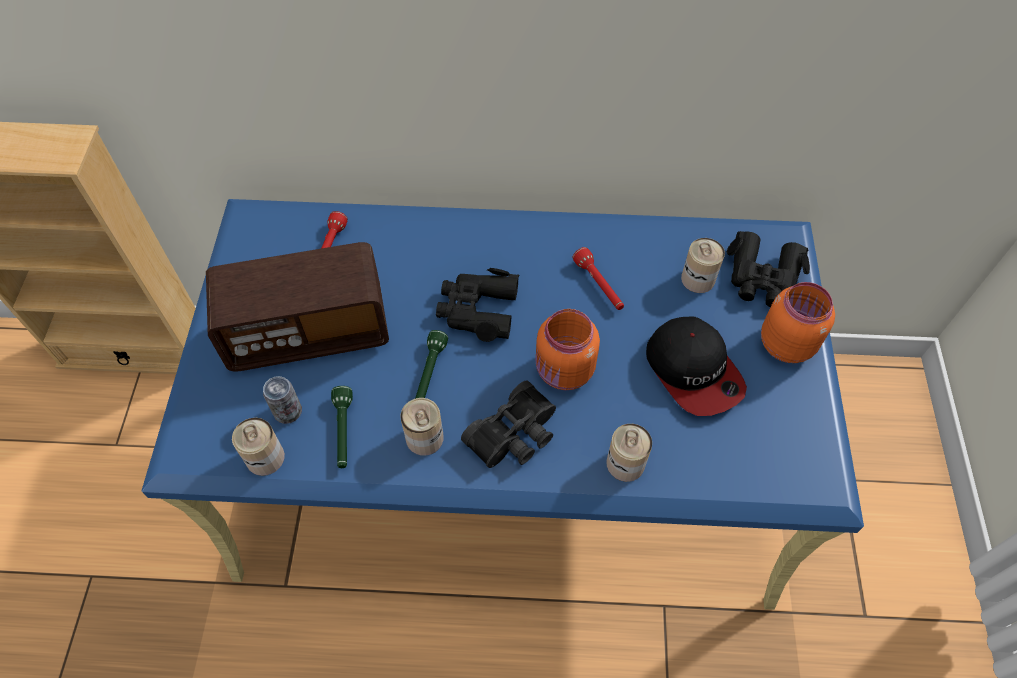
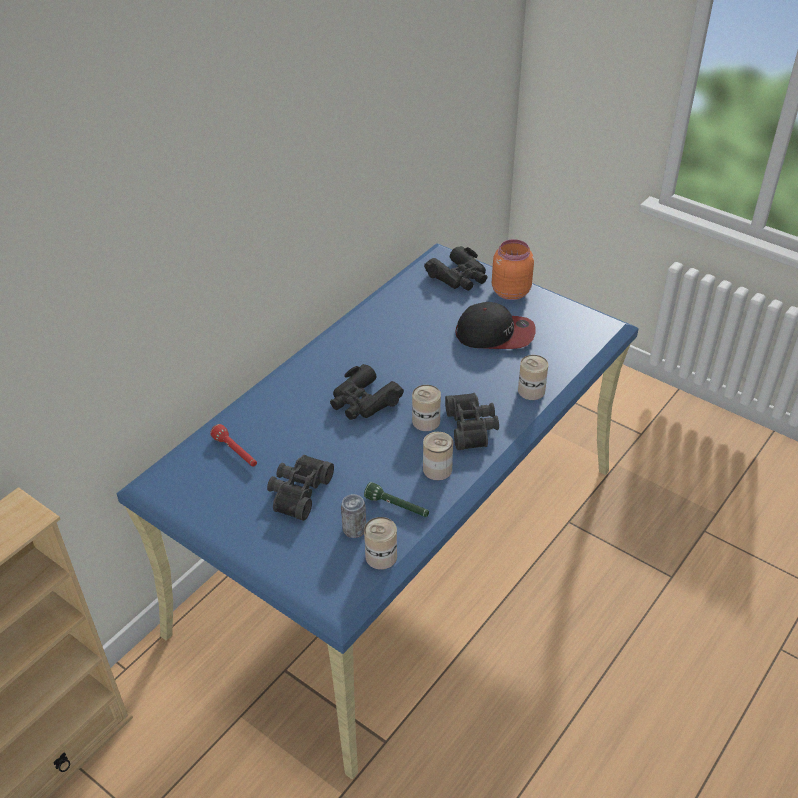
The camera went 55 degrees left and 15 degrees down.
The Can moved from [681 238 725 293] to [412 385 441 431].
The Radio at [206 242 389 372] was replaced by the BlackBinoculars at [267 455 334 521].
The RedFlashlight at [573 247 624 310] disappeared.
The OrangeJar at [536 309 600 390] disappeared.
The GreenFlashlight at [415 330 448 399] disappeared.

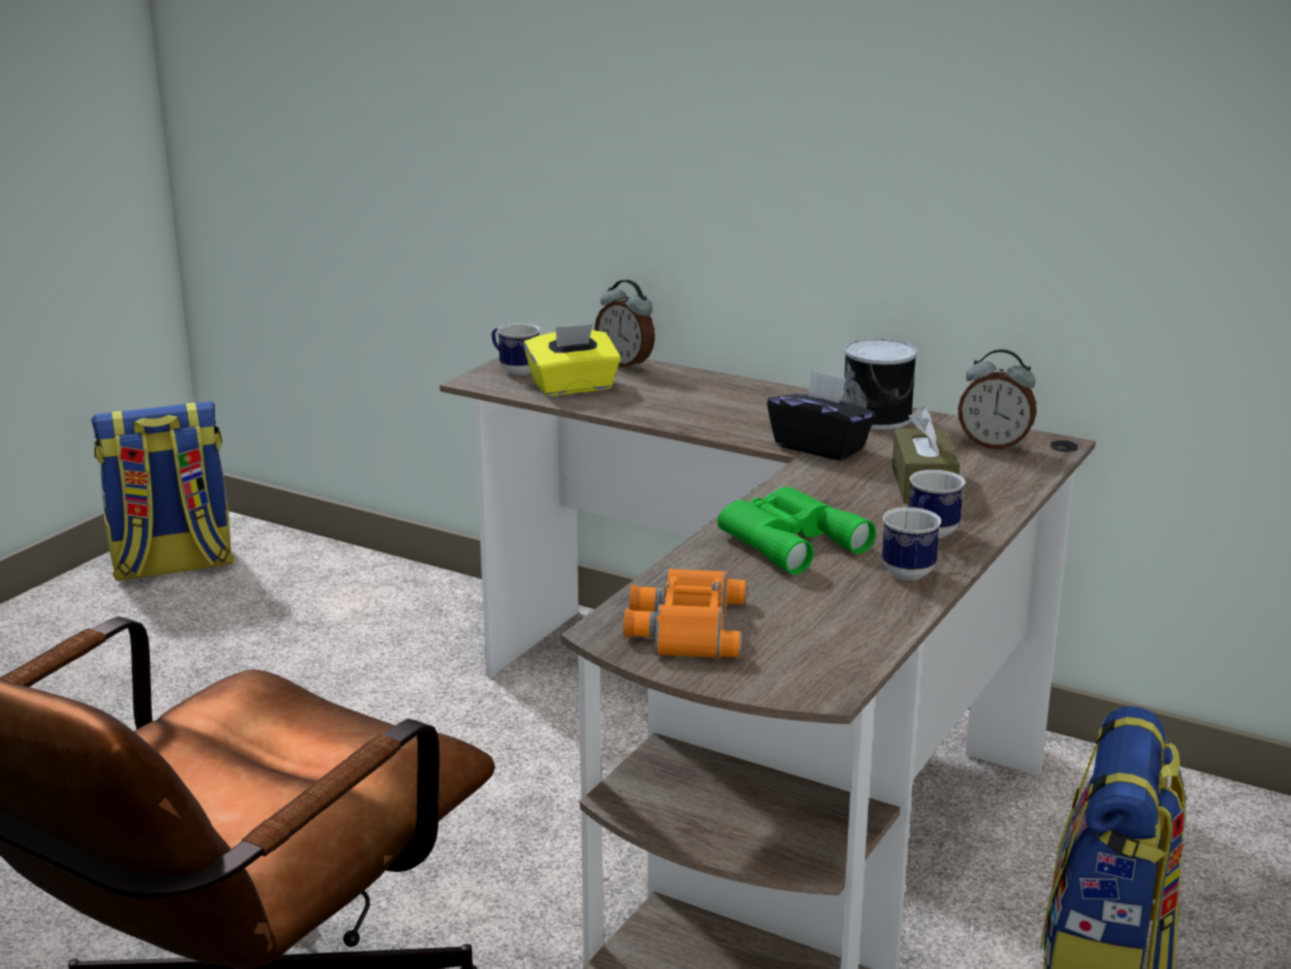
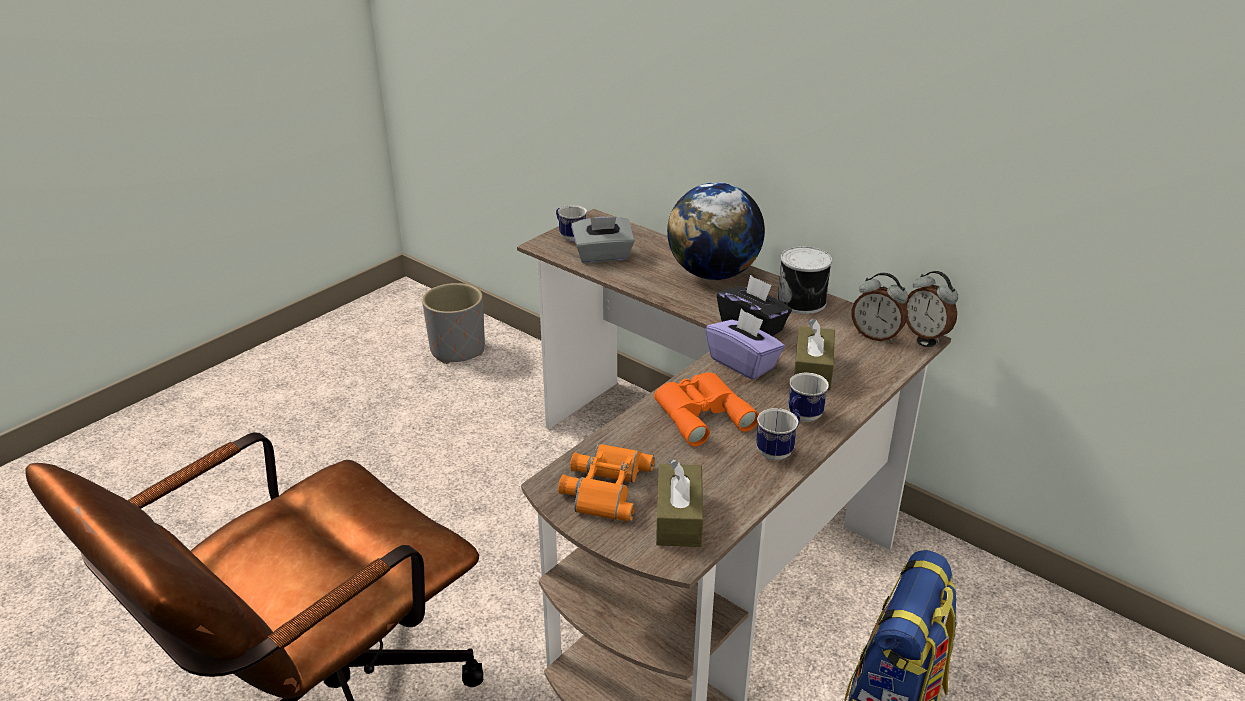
The camera went 10 degrees right and 10 degrees up.
The AlarmClock moved from [594 280 655 370] to [906 271 958 343].
The YellowTissueBox at [524 324 621 396] became the GreyTissueBox at [571 217 635 263].
The Backpack at [91 401 234 581] disappeared.
The GreenBinoculars at [718 487 876 575] became the OrangeBinoculars at [654 372 759 447].
The Globe at [667 182 765 280] appeared.
The GreyPlanter at [422 283 485 364] appeared.
The PurpleTissueBox at [705 309 785 380] appeared.
The BrownTissueBox at [656 459 703 547] appeared.

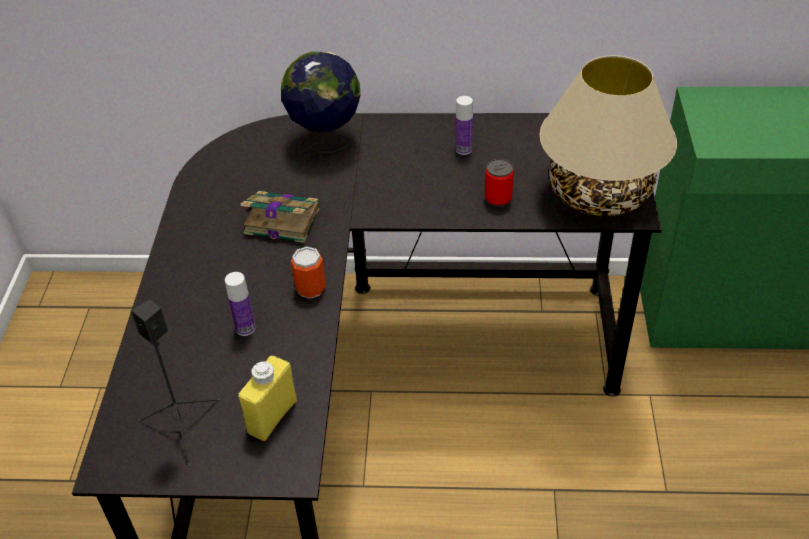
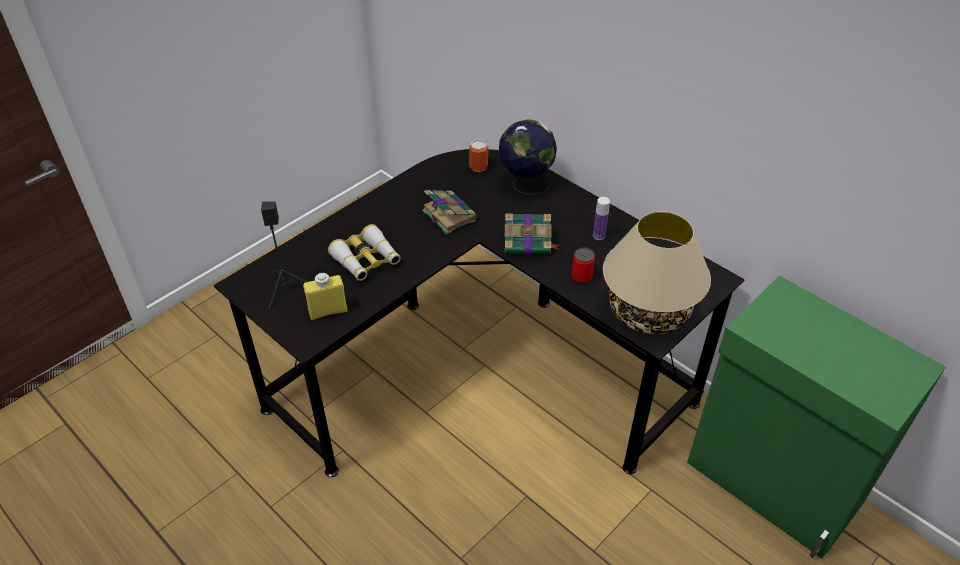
The camera went 40 degrees right and 0 degrees up.
The Can moved from [291 247 326 299] to [469 139 488 172].
The Bottle at [225 272 256 336] was replaced by the Binoculars at [328 224 401 281].
The Book at [505 213 559 255] appeared.

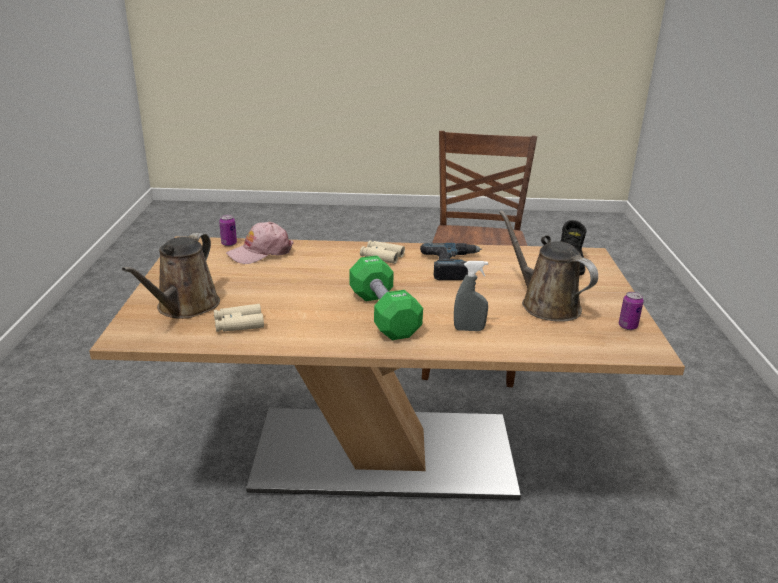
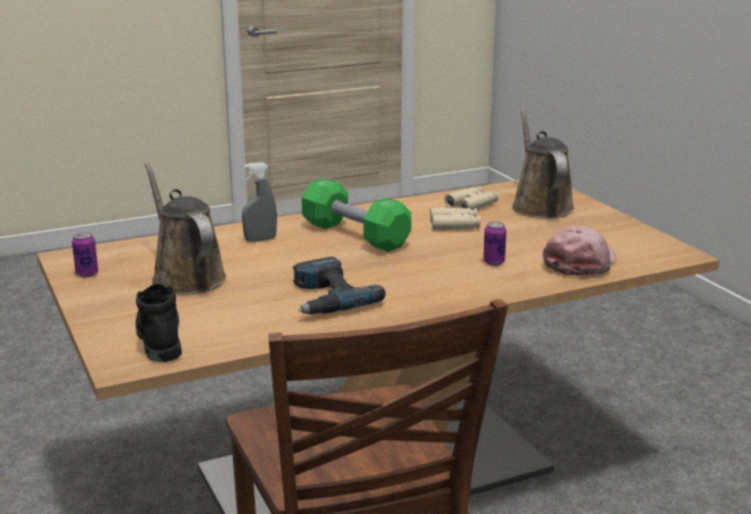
The camera went 155 degrees right and 5 degrees down.
The BrownWateringCan at [499 210 598 322] turned 150 degrees counterclockwise.
The Can moved from [219 215 237 246] to [483 222 506 266].
The BeigeBinoculars moved from [360 241 405 264] to [430 208 480 230].

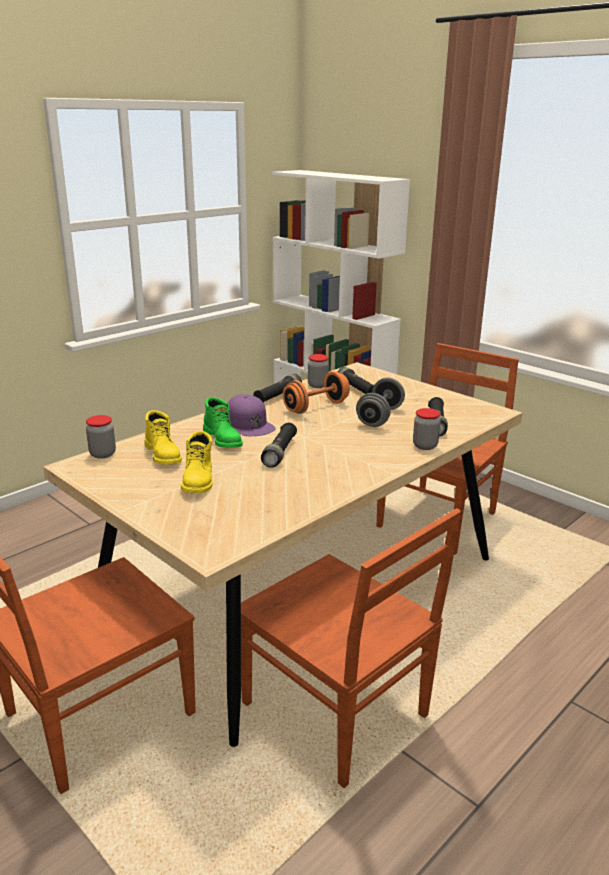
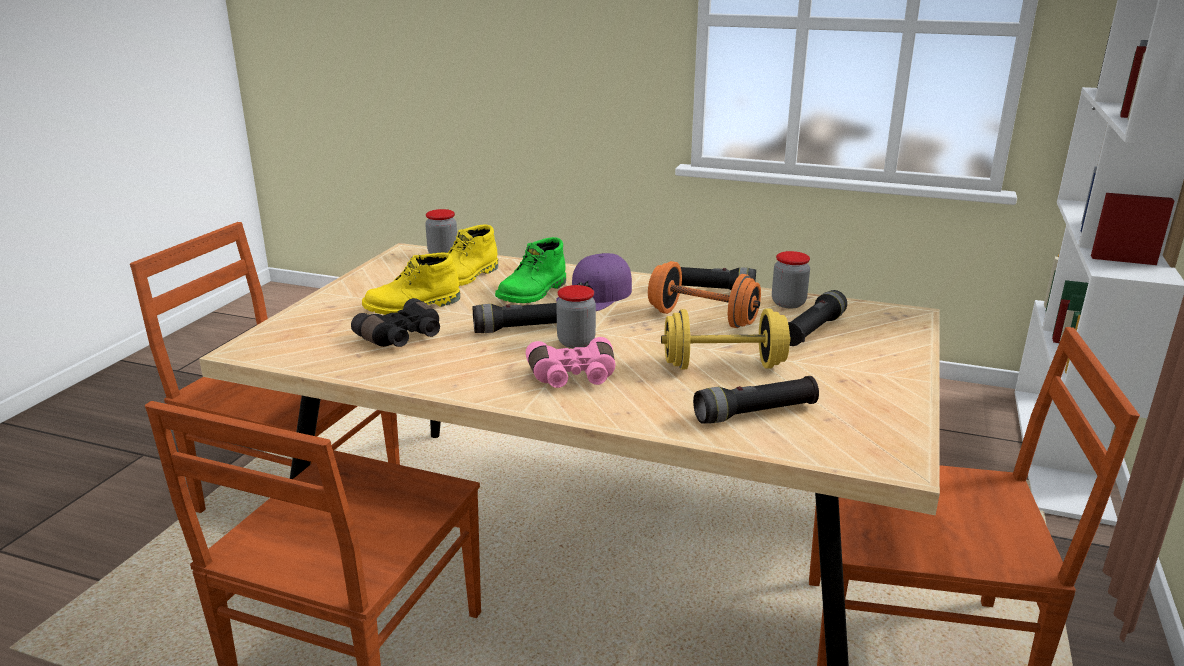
The camera went 65 degrees right and 0 degrees up.
The GreyDumbbell at [356 377 405 427] became the YellowDumbbell at [661 309 791 369].
The Jar moved from [413 408 441 450] to [556 285 596 348].
The BlackBinoculars at [351 298 440 347] appeared.
The PinkBinoculars at [526 337 615 388] appeared.

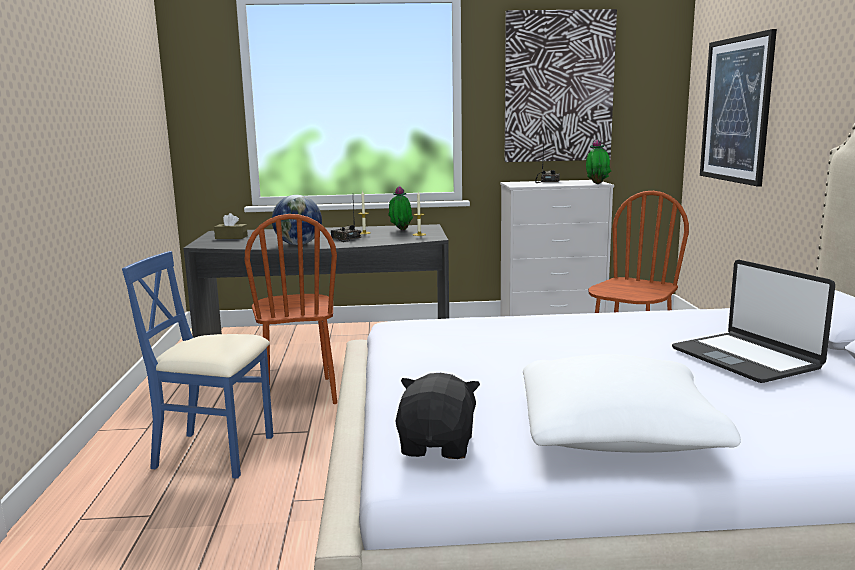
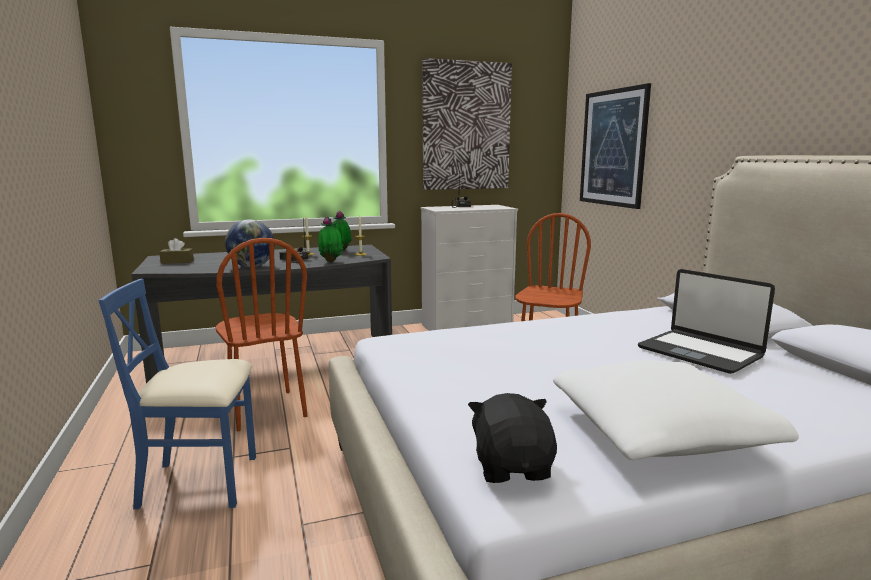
The camera went 15 degrees left and 0 degrees up.
The PottedPlant moved from [586 139 611 184] to [318 216 343 262].

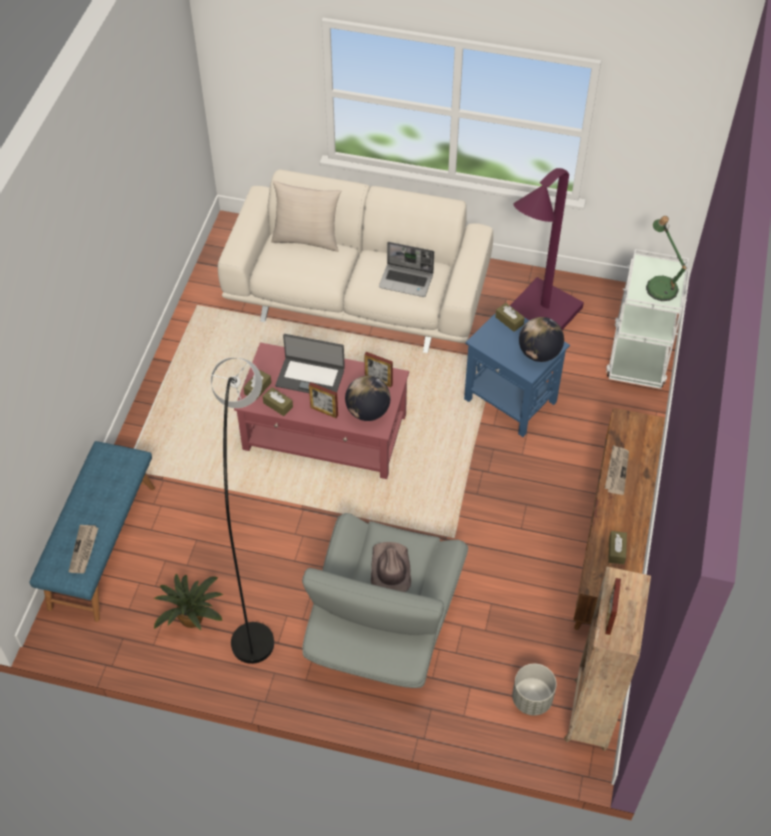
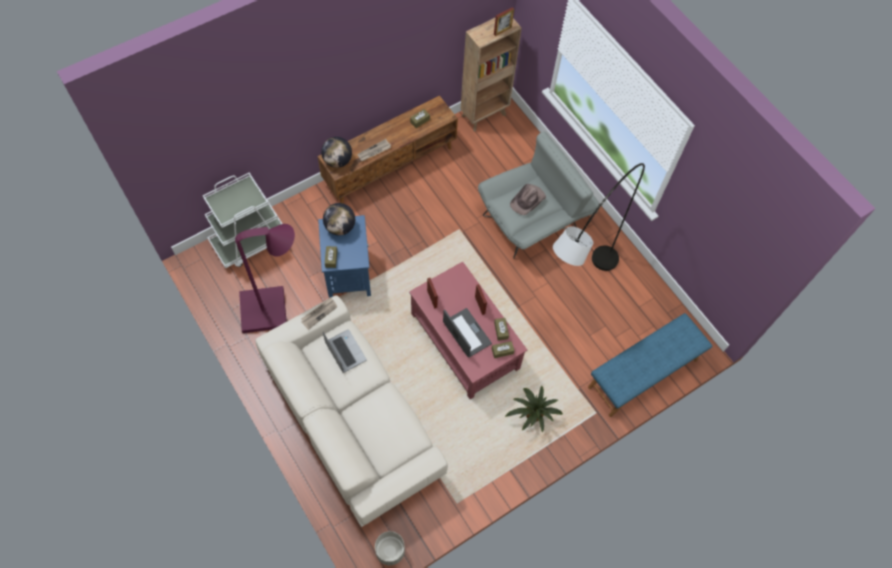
The camera went 140 degrees left and 10 degrees up.
The BeigePillow at [271 181 341 252] disappeared.
The TableLamp at [646 216 687 301] disappeared.
The Globe moved from [345 376 391 421] to [321 137 352 168].
The Newspaper moved from [69 525 98 573] to [301 297 337 330].
The PottedPlant moved from [154 574 224 630] to [505 386 563 433].
The GreyPlanter moved from [512 664 557 715] to [375 531 405 566].

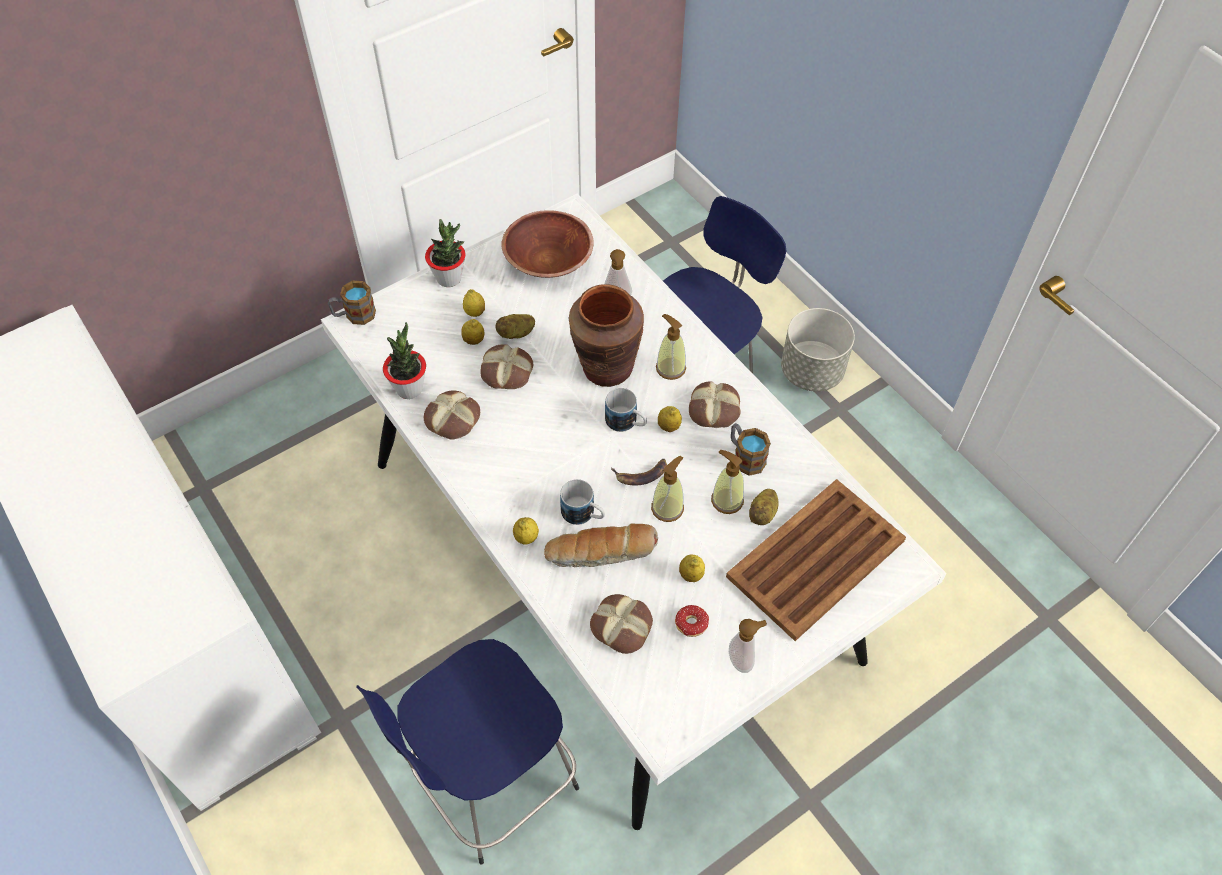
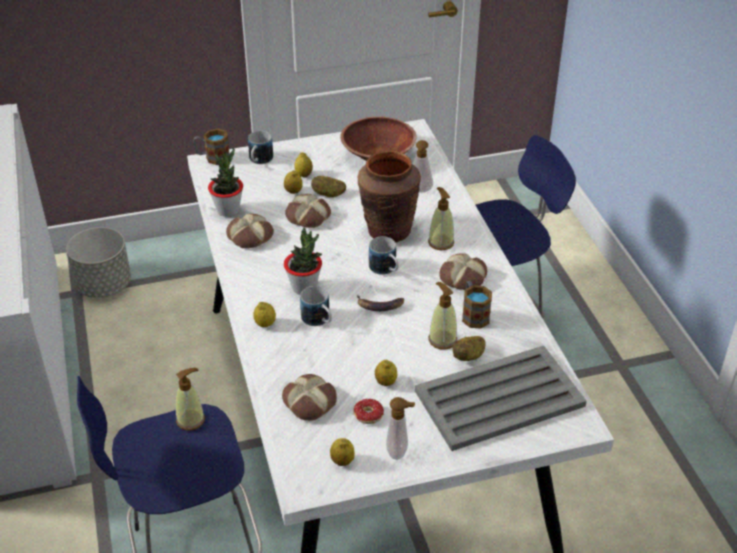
The camera went 20 degrees right and 15 degrees down.
The PottedPlant moved from [425 219 465 287] to [284 227 322 295].
The GreyPlanter moved from [781 308 855 392] to [66 227 131 298].
The Lemon moved from [658 406 682 432] to [330 438 355 466].
The SoapDispenser moved from [651 456 684 522] to [175 368 205 430].
The BrownTray at [726 479 906 641] became the GreyTray at [415 346 587 451].
The Bread at [544 524 658 567] disappeared.
The Mug at [248 131 273 164] appeared.

